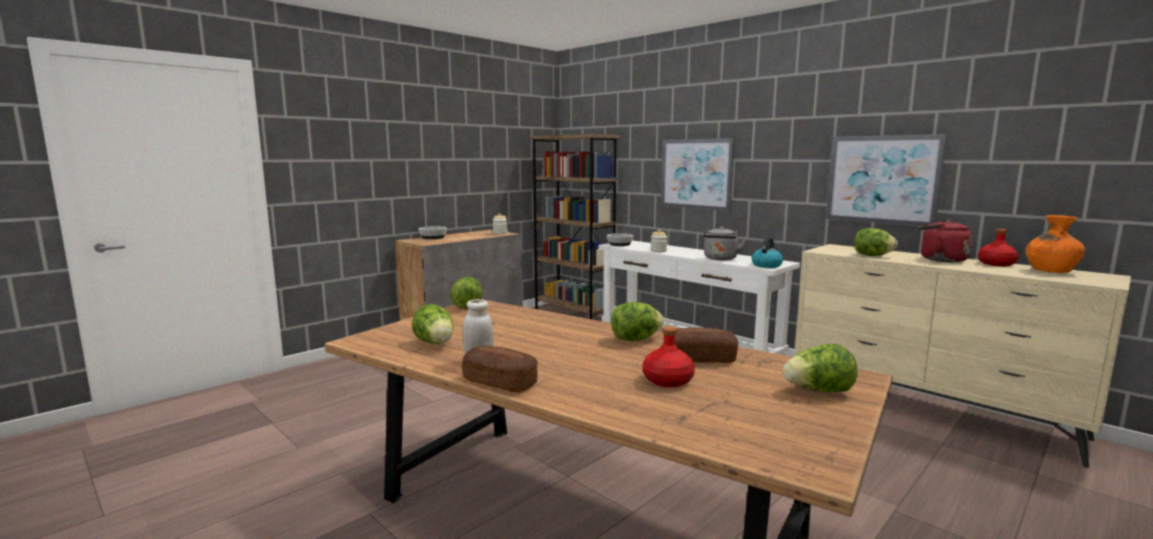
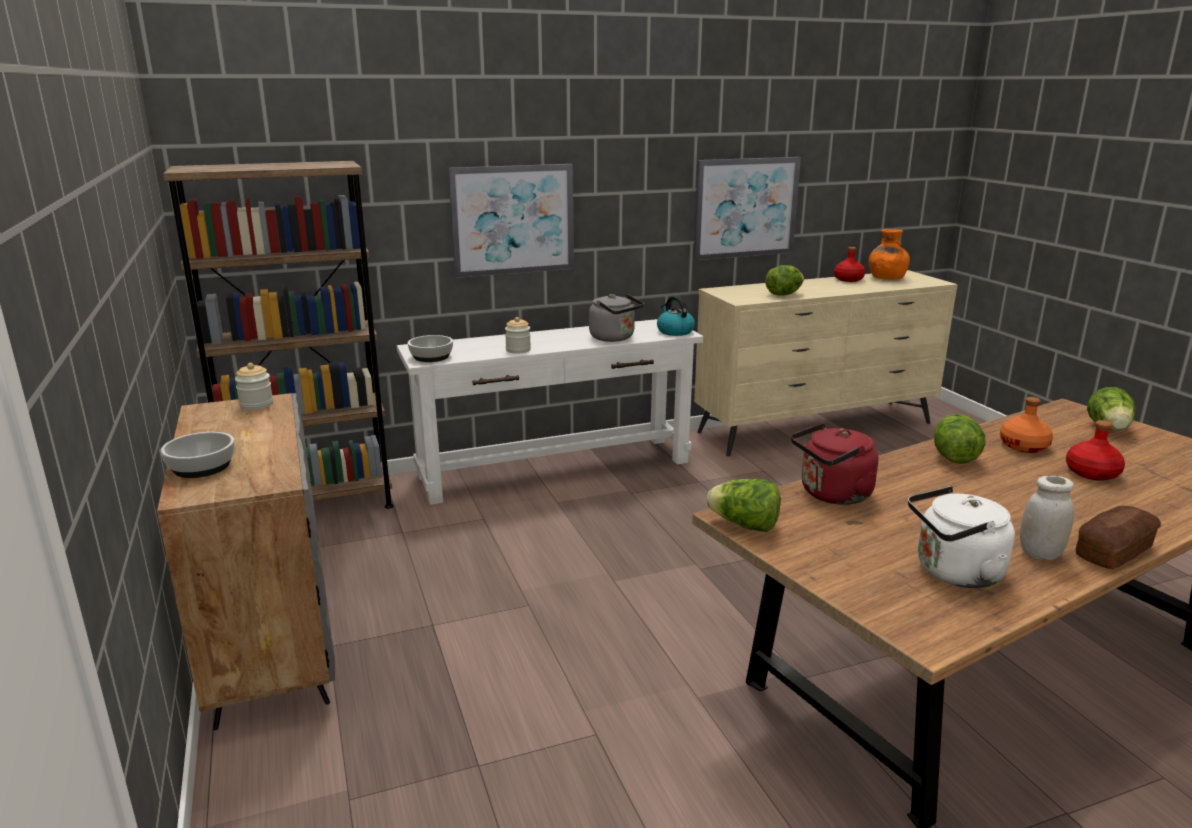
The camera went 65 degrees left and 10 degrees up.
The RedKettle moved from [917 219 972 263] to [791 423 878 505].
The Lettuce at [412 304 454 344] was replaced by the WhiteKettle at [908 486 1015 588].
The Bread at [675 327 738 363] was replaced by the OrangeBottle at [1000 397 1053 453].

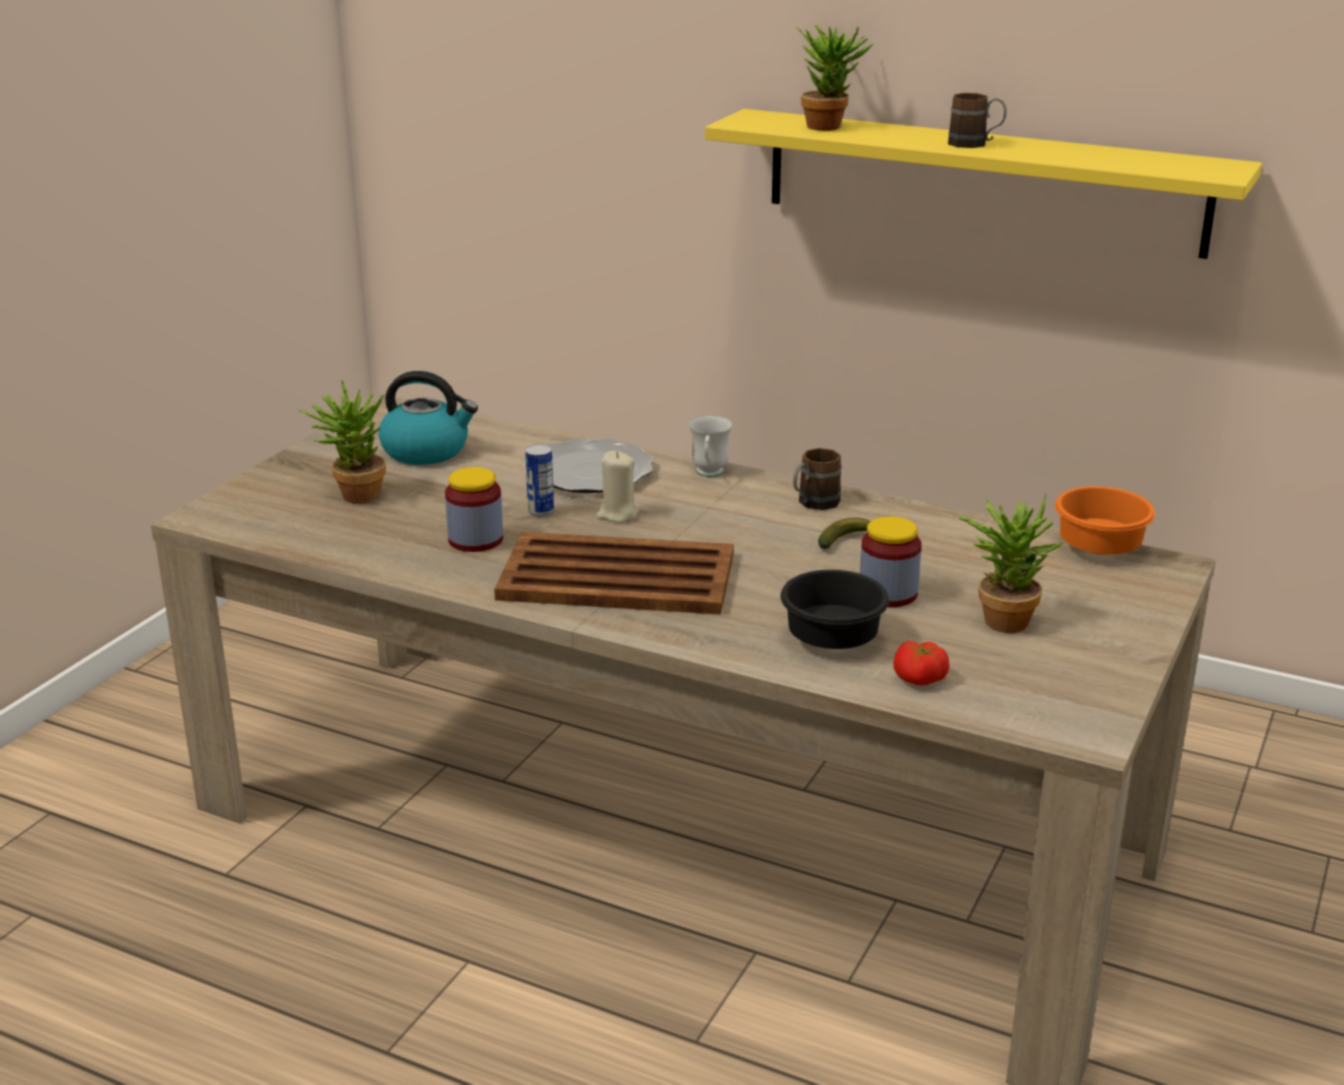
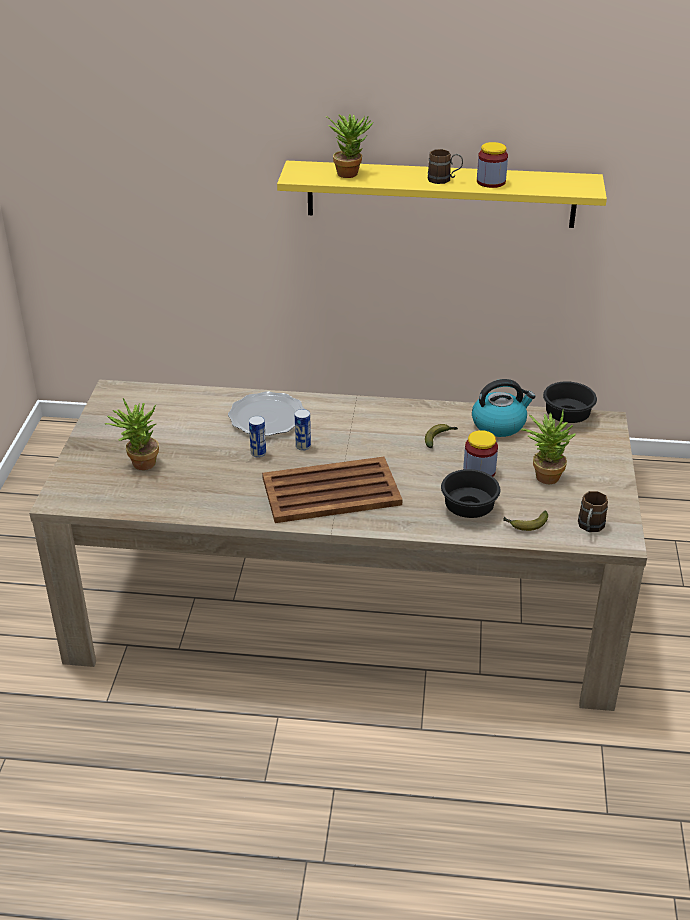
The camera went 20 degrees left and 10 degrees up.
The Kettle moved from [378 371 478 465] to [472 379 536 437].
The WhiteMug at [689 416 733 477] disappeared.
The BrownMug moved from [793 448 842 510] to [578 491 608 532].
The BeigeCandle at [596 451 639 522] was replaced by the Can at [295 409 311 451].
The Jar moved from [445 467 503 552] to [477 142 508 188].
The OrangeBowl at [1055 486 1155 555] became the BlackBowl at [543 381 597 423].
The Tomato at [893 641 949 686] was replaced by the Banana at [503 510 548 531].

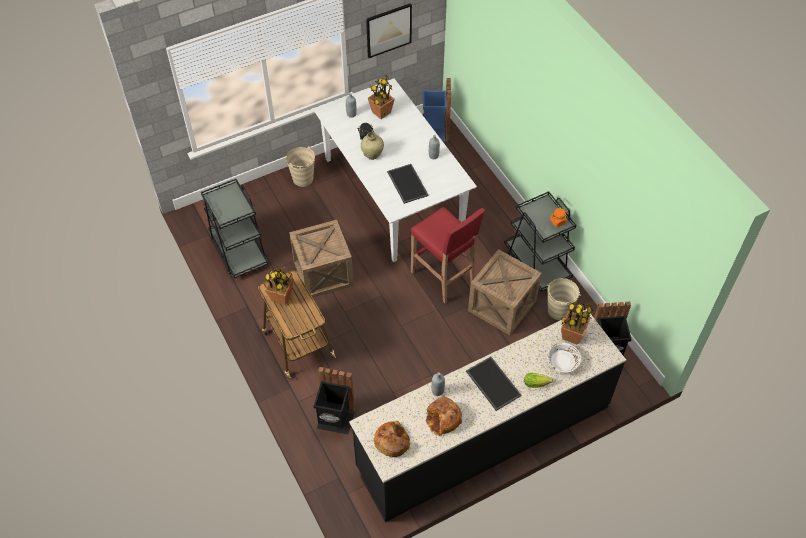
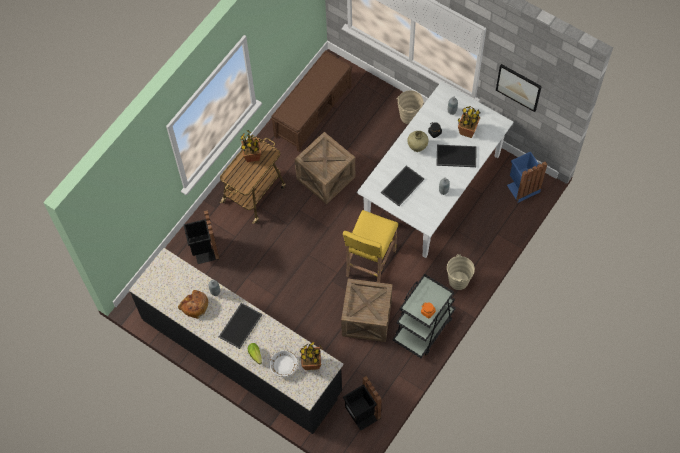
The camera went 65 degrees right and 10 degrees up.
The BlackCart at [201 179 268 278] was replaced by the BrownBench at [271 50 352 152].
The RedStool at [411 207 485 303] became the YellowStool at [343 210 398 283].
The BeigeBucket moved from [547 278 581 320] to [447 254 475 290].
The Bread at [373 420 410 457] disappeared.
The Tray at [436 145 477 167] appeared.

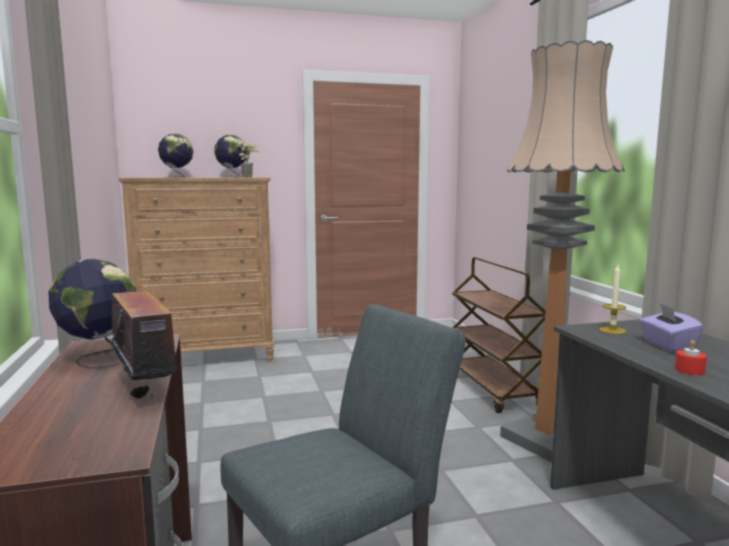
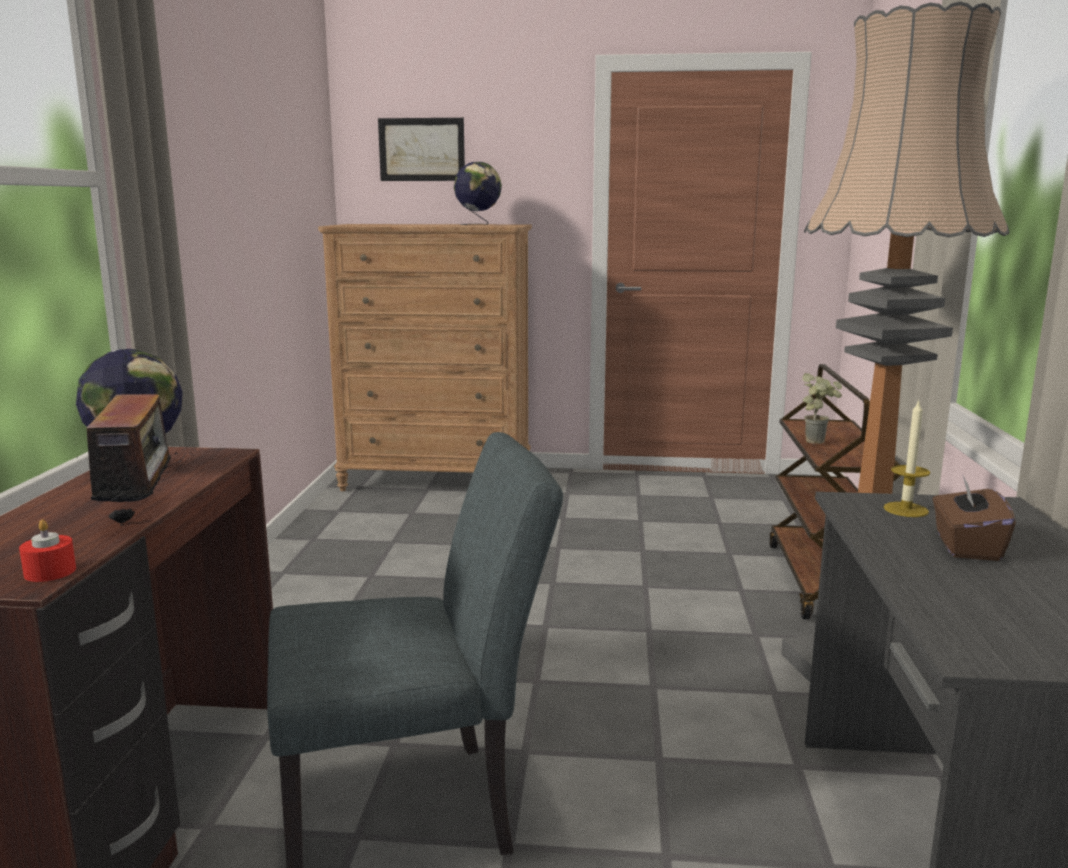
The camera went 20 degrees right and 5 degrees up.
The Globe at [158 134 193 177] disappeared.
The PottedPlant moved from [237 140 259 177] to [802 373 842 444].
The PurpleTissueBox at [639 303 704 352] became the BrownTissueBox at [933 476 1016 561].
The RedCandle moved from [675 340 707 375] to [19 520 76 582].
The Picture at [378 118 465 181] appeared.

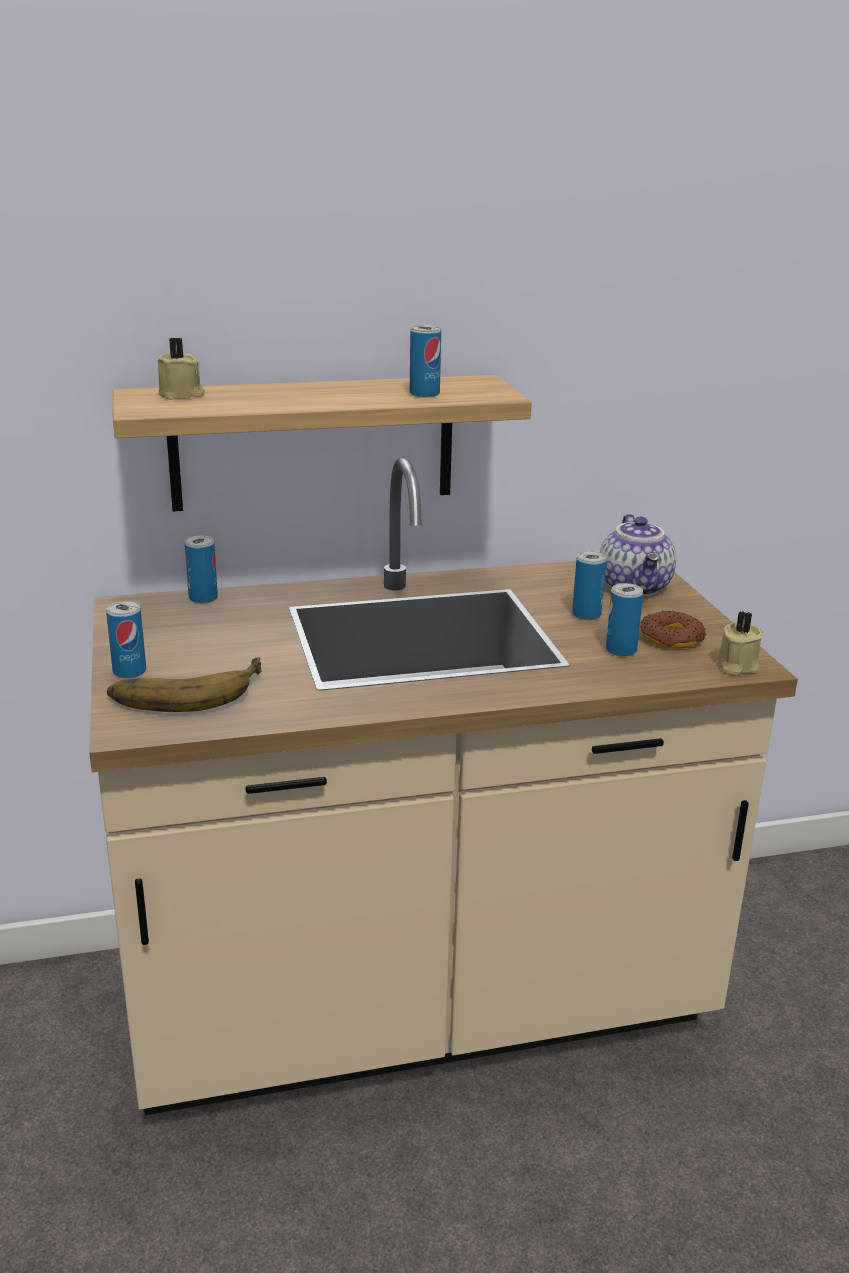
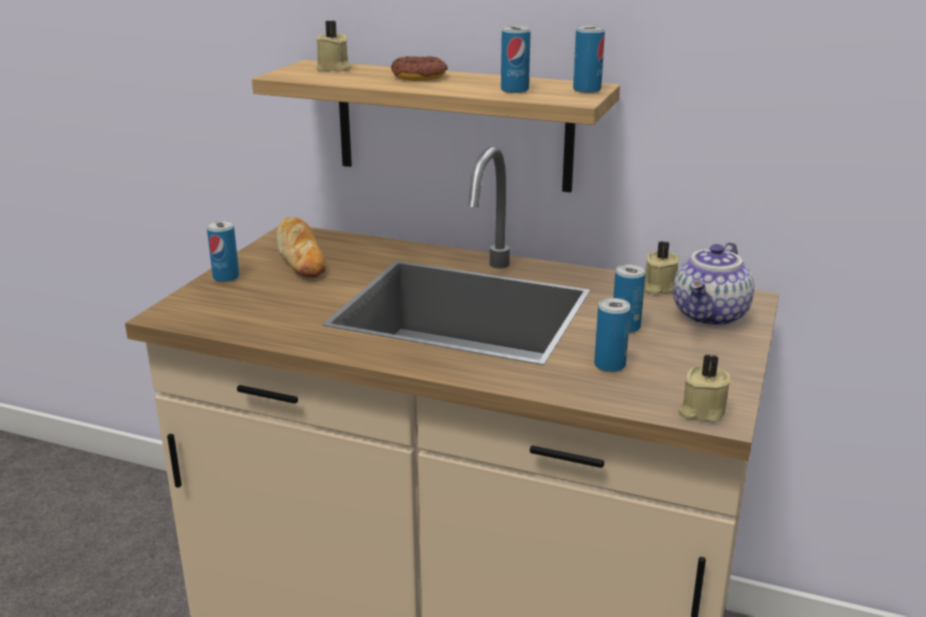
The camera went 35 degrees right and 0 degrees up.
The Can moved from [185 536 218 603] to [573 26 605 93].
The Donut moved from [640 611 706 649] to [391 56 448 81].
The Banana at [107 657 262 712] disappeared.
The Bread at [276 217 326 278] appeared.
The BeigeCandle at [644 241 680 295] appeared.

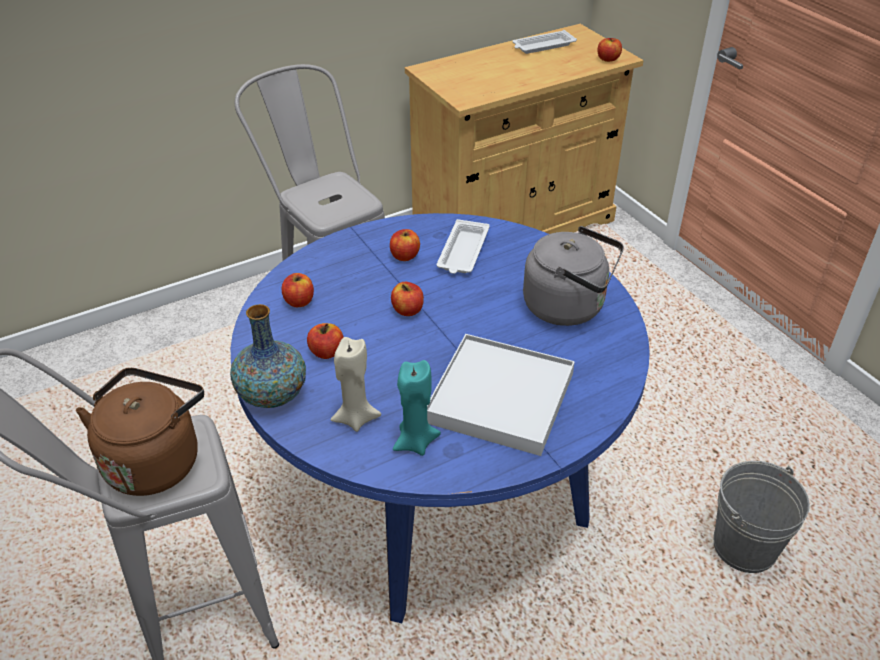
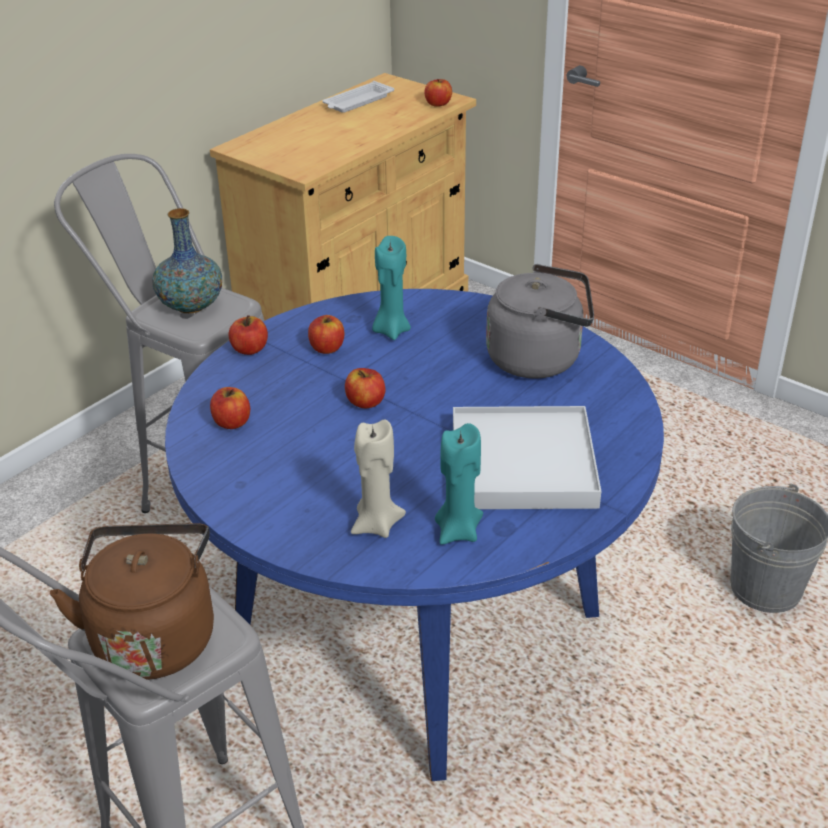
The camera went 20 degrees left and 5 degrees down.
The WhiteTray at [437 219 490 274] was replaced by the TurquoiseCandle at [372 236 411 340].
The Vase moved from [230 304 306 408] to [153 208 222 313].
The Apple moved from [307 323 344 359] to [228 315 268 355].

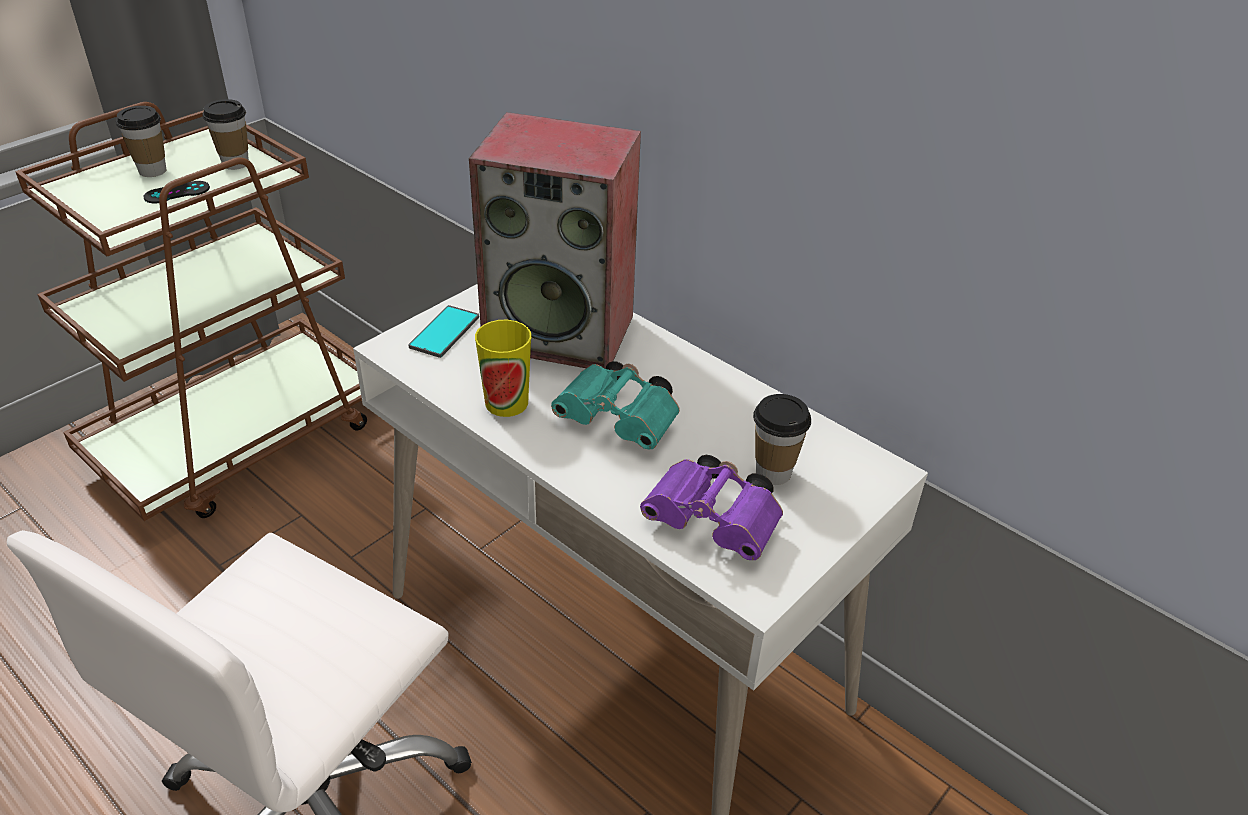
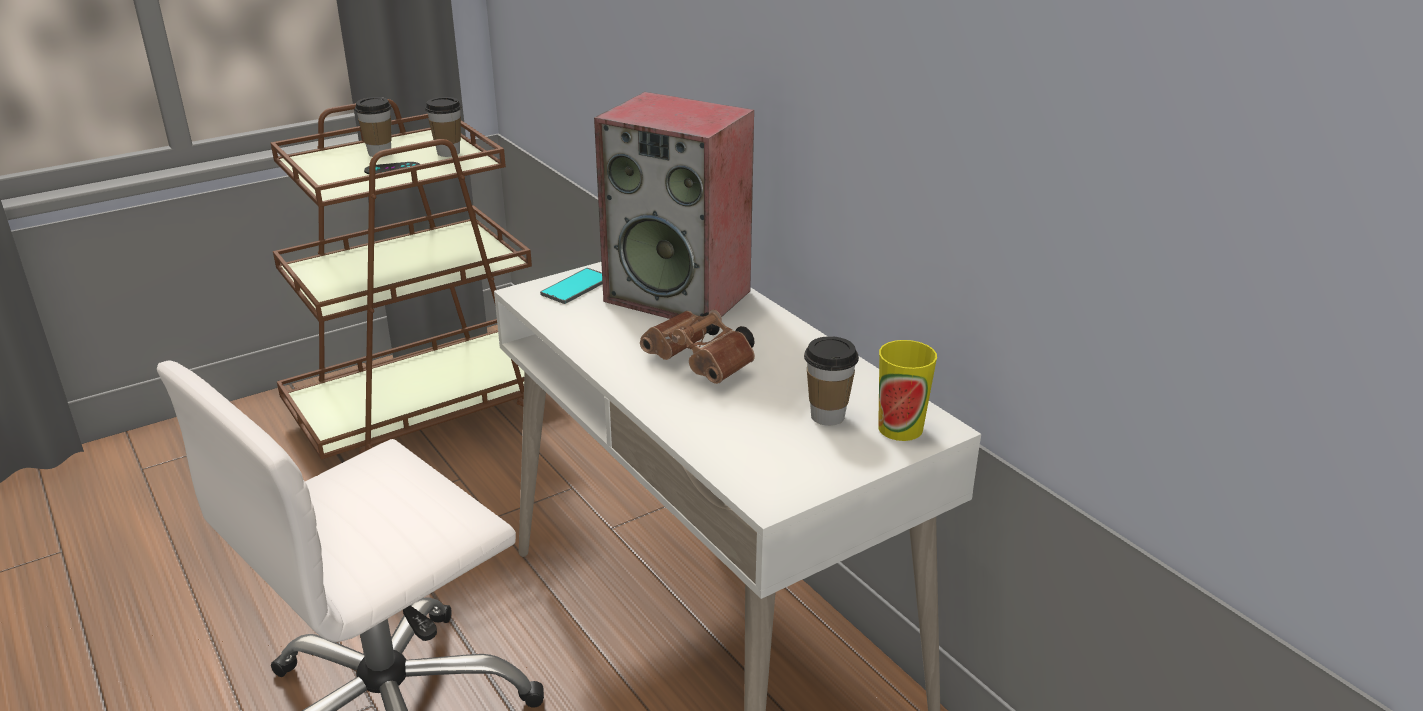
The camera went 15 degrees right and 10 degrees down.
The Cup moved from [475 320 531 417] to [878 340 937 441].
The TurquoiseBinoculars at [551 361 680 449] became the BrownBinoculars at [640 310 755 384].
The PurpleBinoculars at [640 455 783 560] disappeared.

